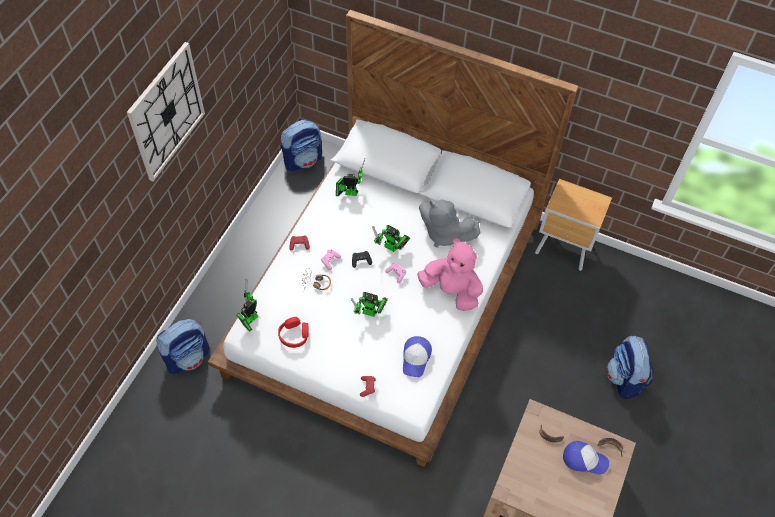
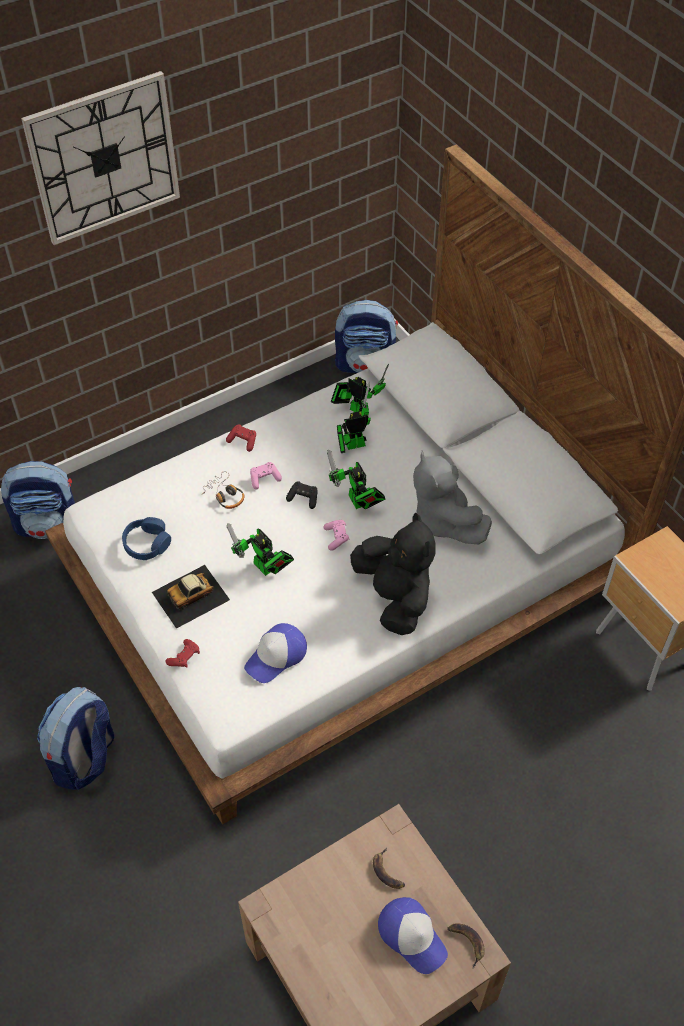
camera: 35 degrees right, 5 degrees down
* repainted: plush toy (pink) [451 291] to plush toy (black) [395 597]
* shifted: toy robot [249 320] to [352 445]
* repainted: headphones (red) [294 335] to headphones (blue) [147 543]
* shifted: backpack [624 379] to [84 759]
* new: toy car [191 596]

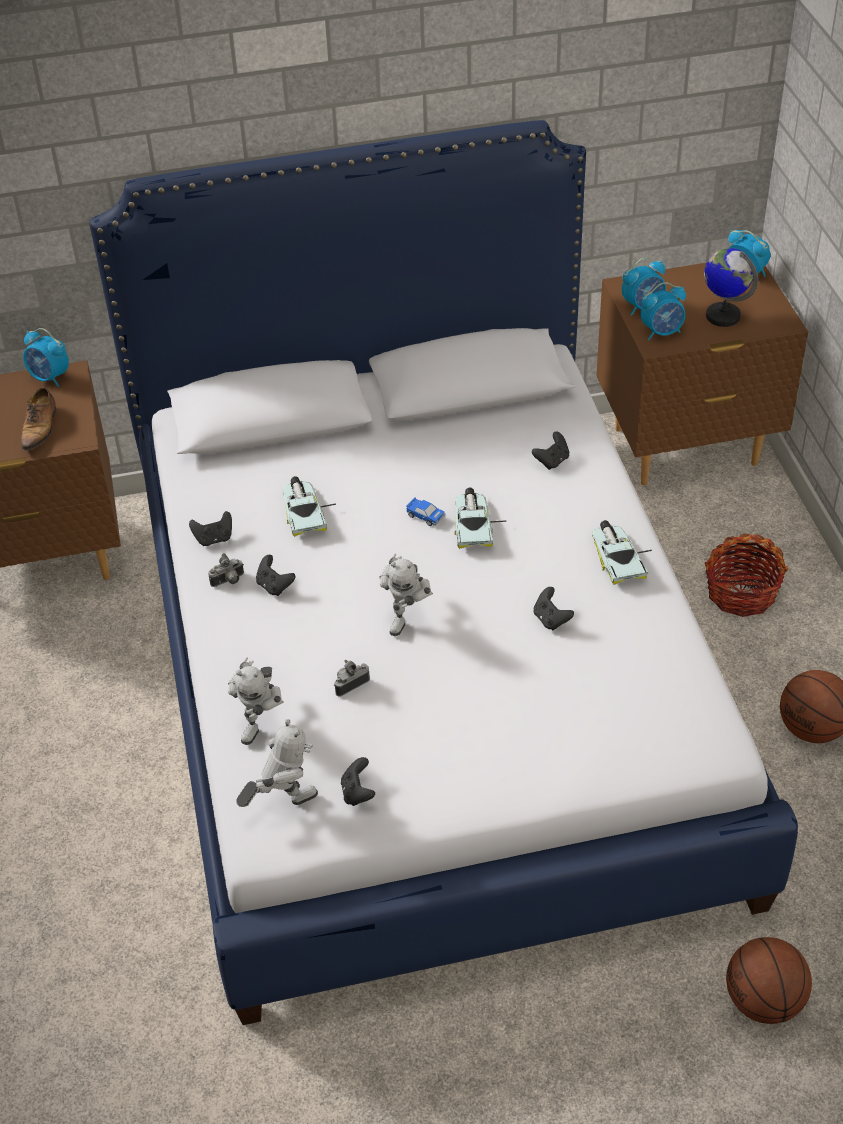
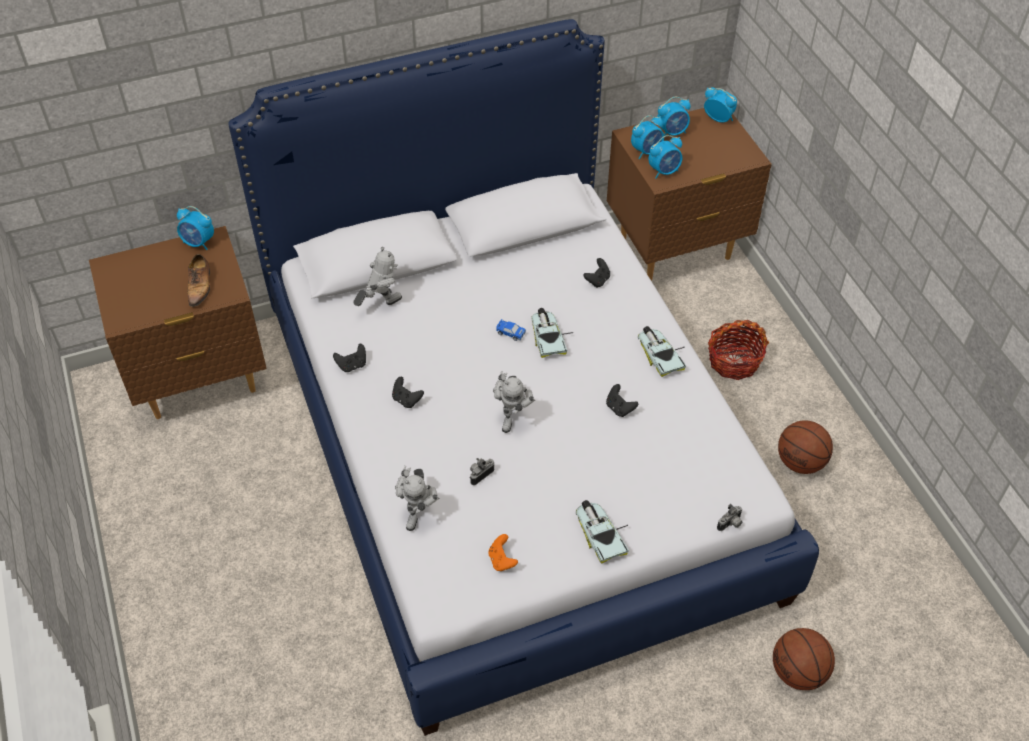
camera: 10 degrees left, 5 degrees up
* gone: globe [723 316]
* shifted: toy car [304 511] to [600 533]
* shifted: photo camera [229 581] to [730 524]
* shifted: toy robot [283 801] to [380 304]
* repainted: game controller (black) [357 793] to game controller (orange) [502 560]
* new: alarm clock [672 132]

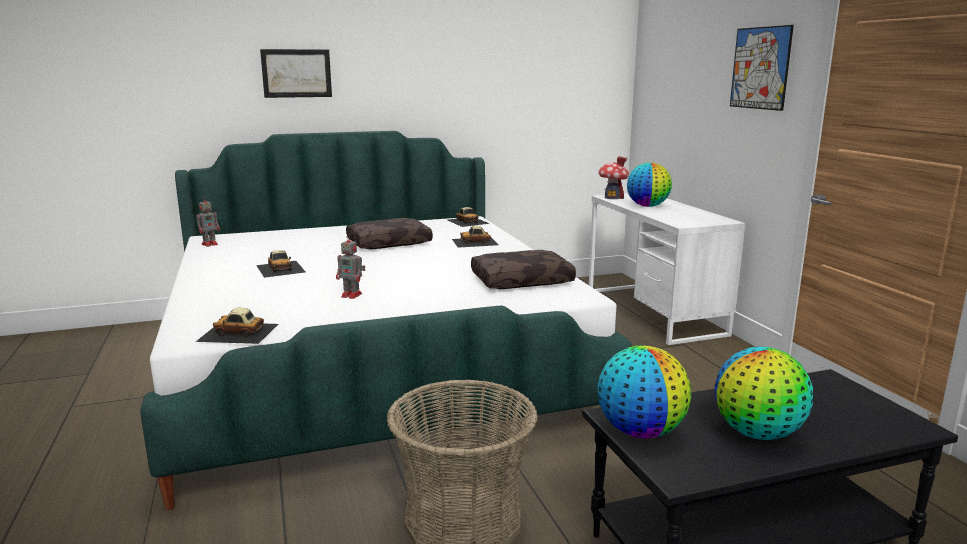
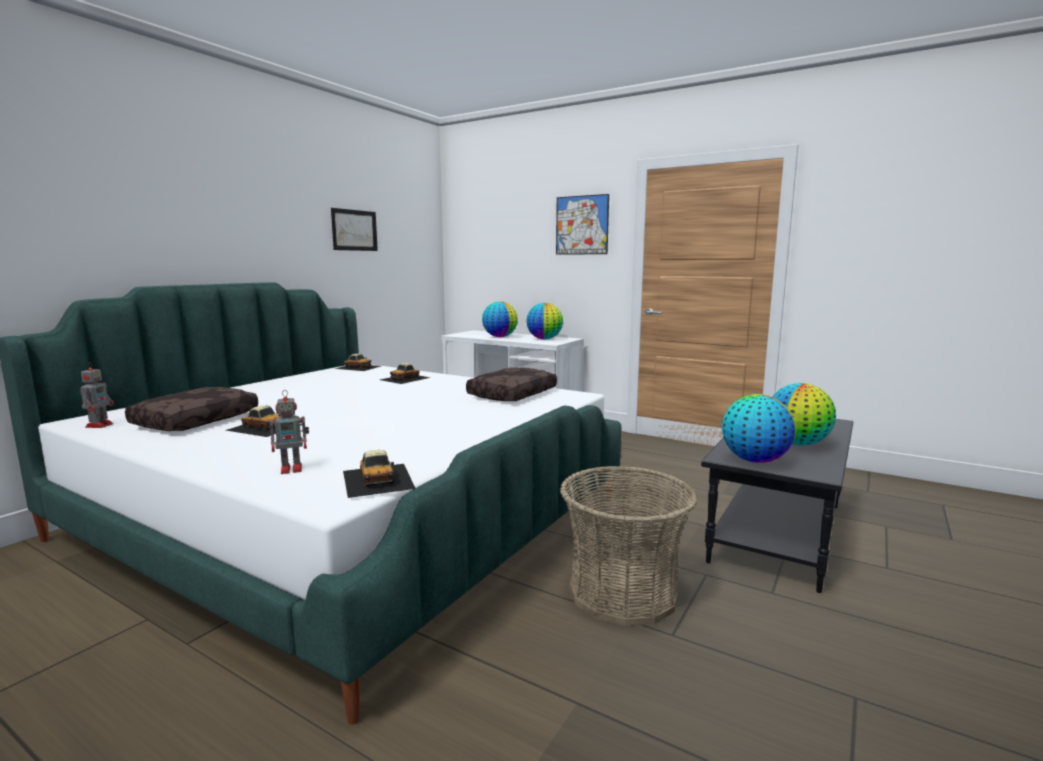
camera: 40 degrees left, 5 degrees down
* shifted: picture [296 73] to [354 230]
* gone: toy house [612 197]
* shifted: pillow (brown) [389 243] to [196 420]
* shifted: toy robot [352 295] to [293 469]
* rotated: toy car [238 332] = [378 479] 75 degrees counterclockwise
* new: globe [544 339]

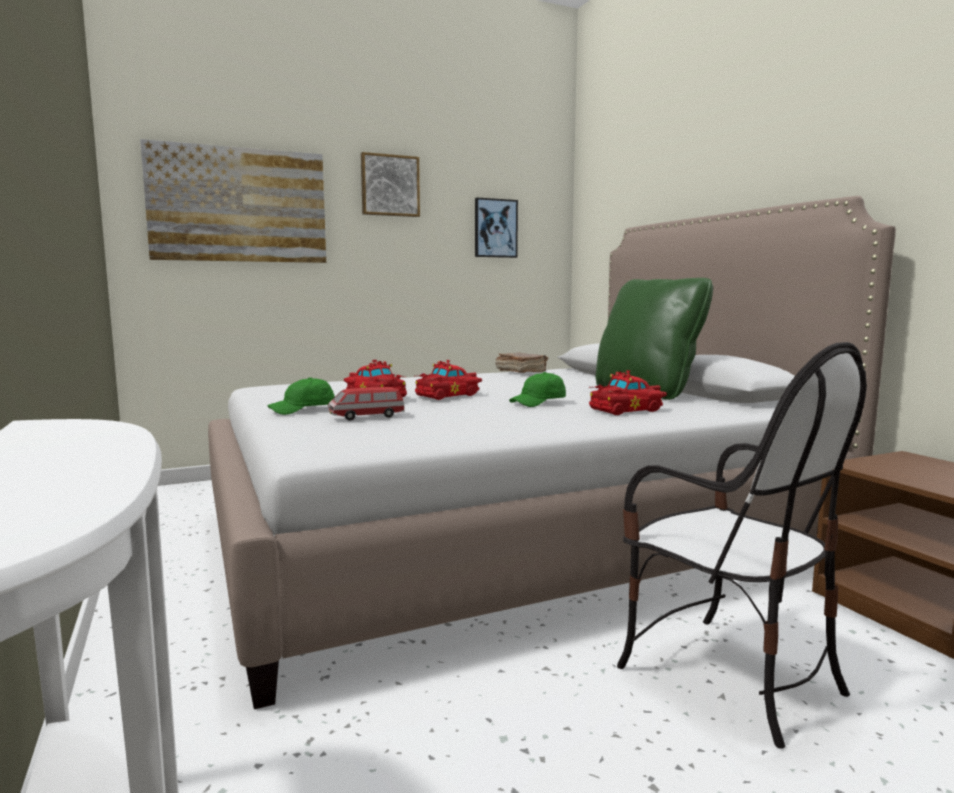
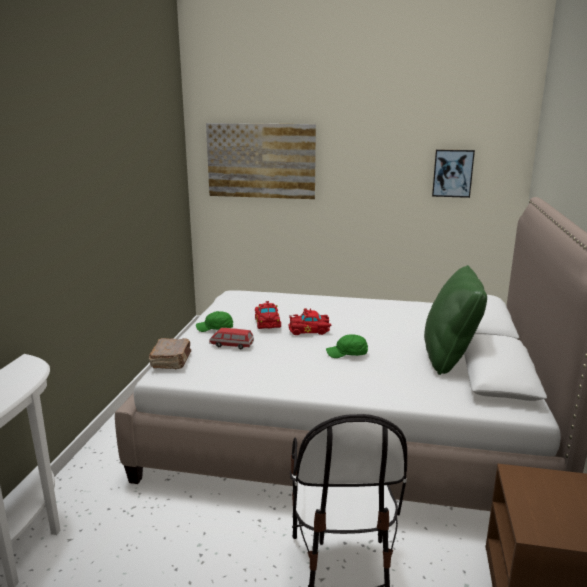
camera: 35 degrees right, 10 degrees up
* gone: picture [389 186]
* shifted: book (brown) [520 372] to [172 361]
* gone: toy car (red) [627 410]

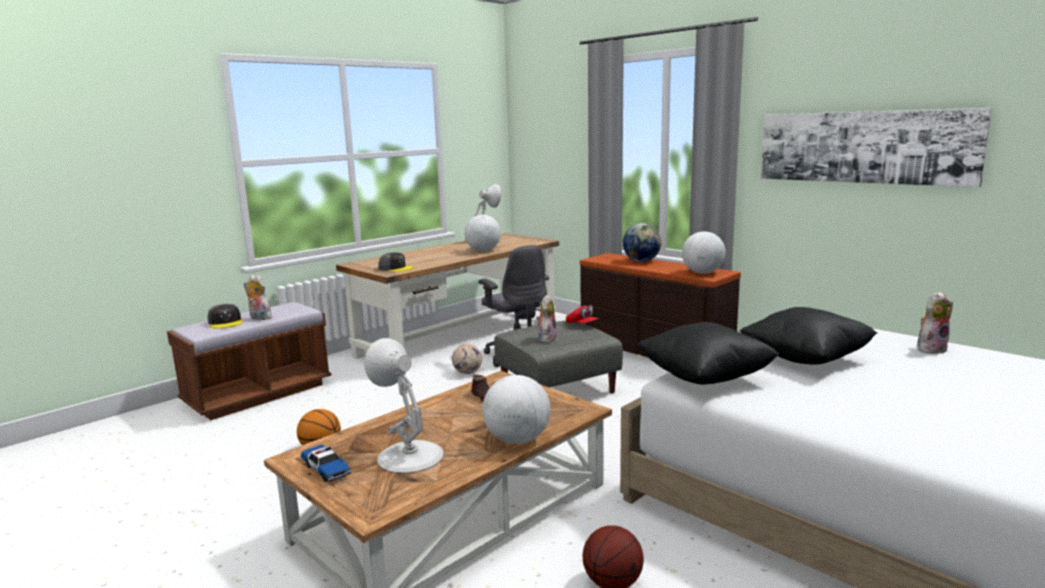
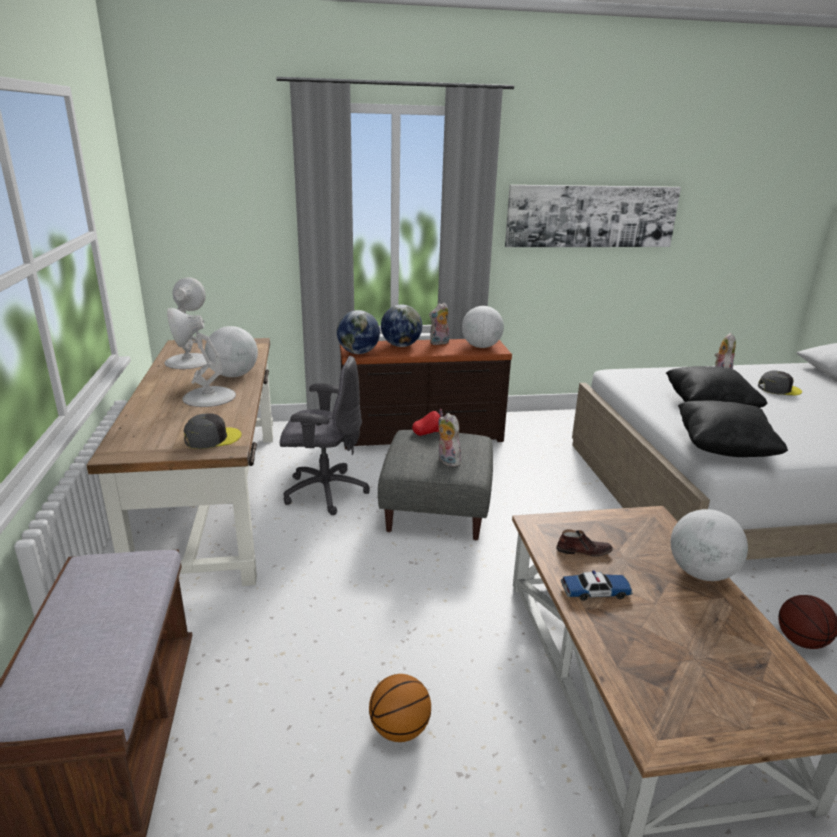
camera: 55 degrees left, 10 degrees up
* shifted: plush toy [259 318] to [439 343]
* shifted: cap (grey) [226 322] to [778 389]
* shifted: table lamp (white) [409 456] to [208 397]
* gone: football [468 372]
* shifted: toy car [326 469] to [595 592]
* new: globe [358 353]

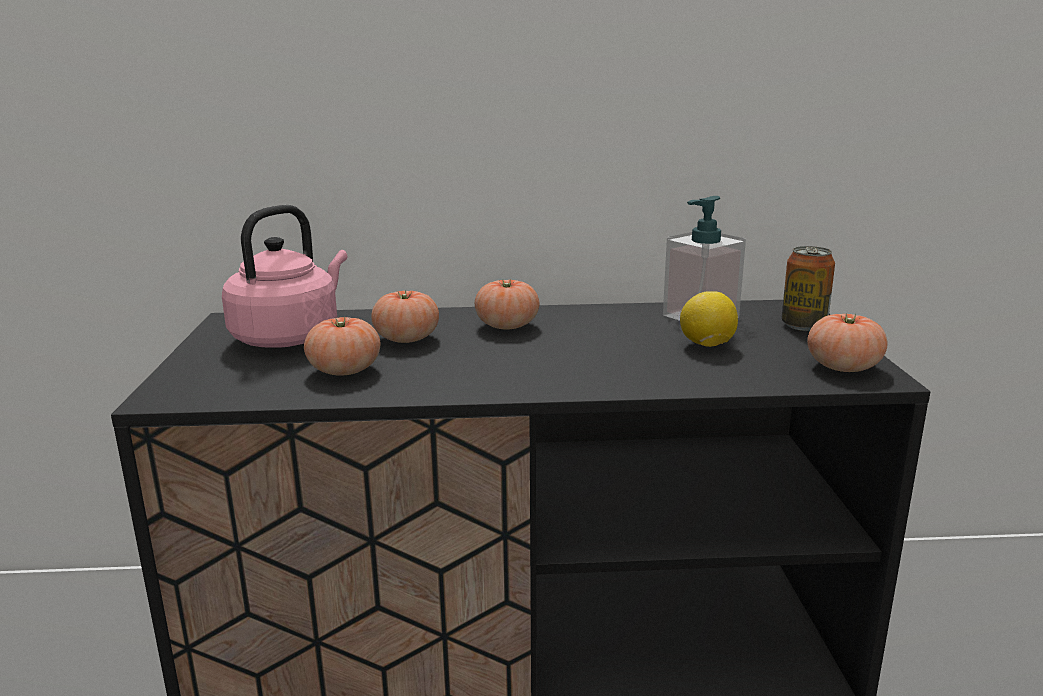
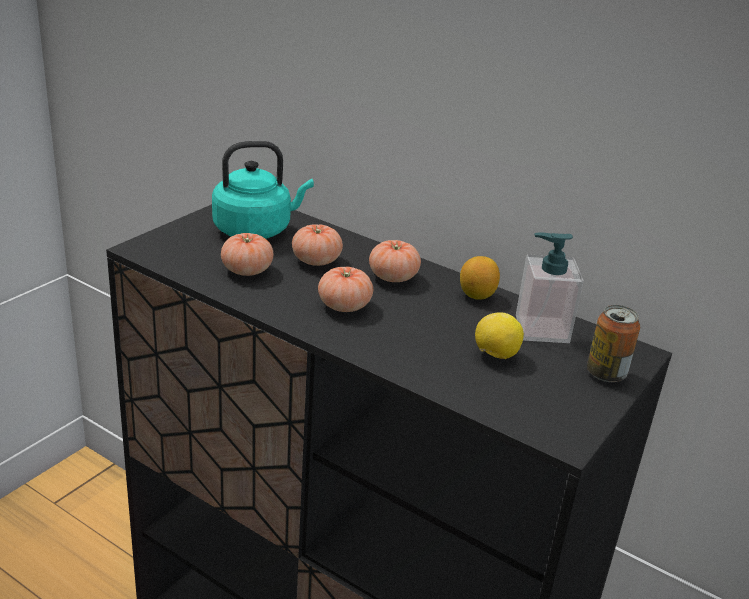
camera: 35 degrees right, 10 degrees up
* repainted: kettle (pink) [290 337] to kettle (turquoise) [256 230]
* shifted: tomato [843 367] to [344 306]
* new: lemon [476 295]

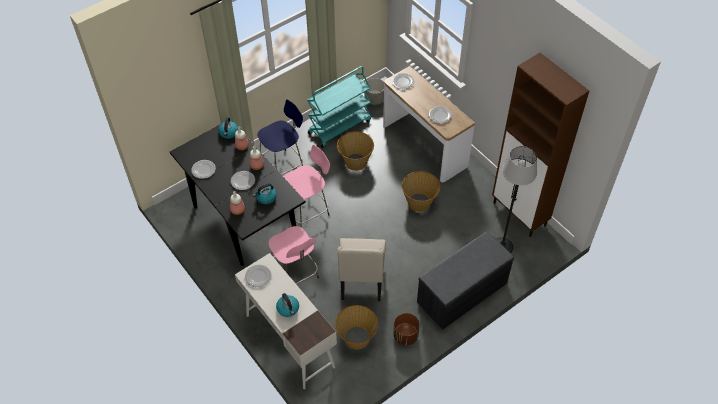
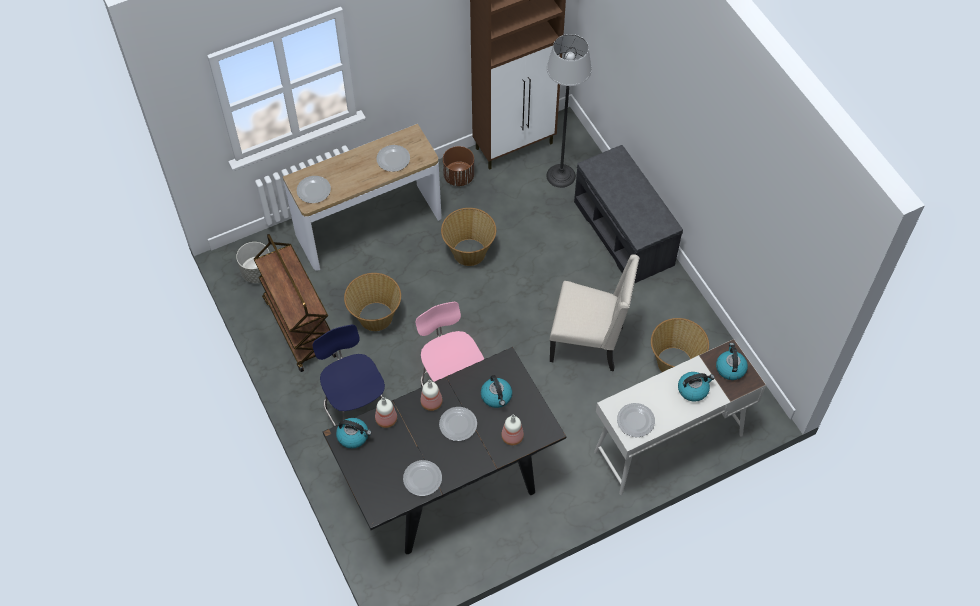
camera: 80 degrees left, 5 degrees up
* repainted: cart (turquoise) [339 126] to cart (brown) [299 327]
* gone: stool (pink) [295 274]
* shifted: planter (brown) [405 336] to [459 176]
* new: kettle [730 368]

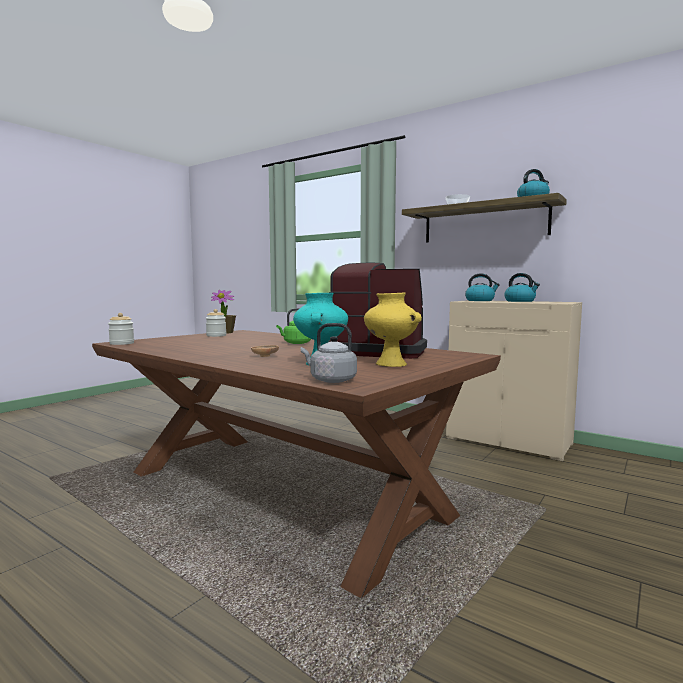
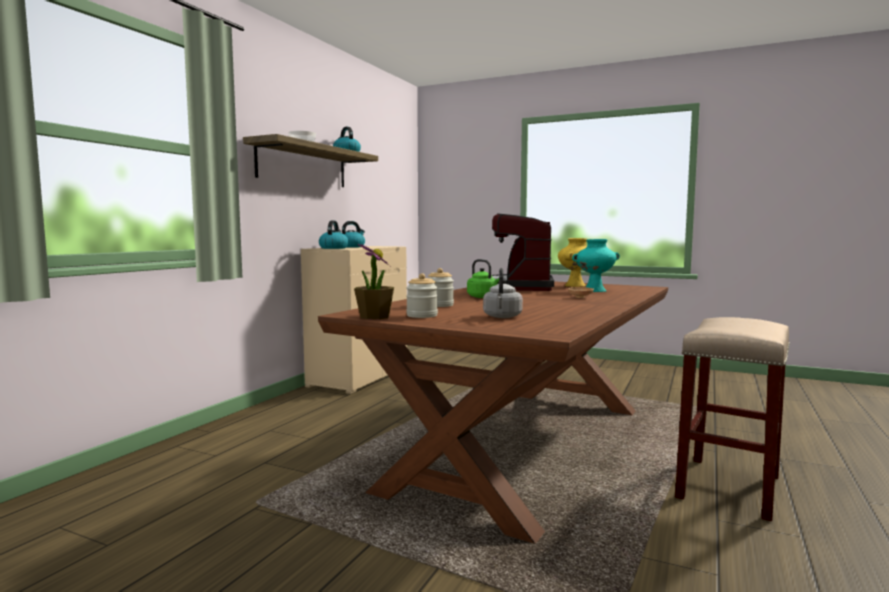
camera: 100 degrees left, 0 degrees up
* shifted: jar [122 343] to [440 305]
* shifted: kettle (grey) [330 380] to [502 317]
* new: stool (beige) [729 488]

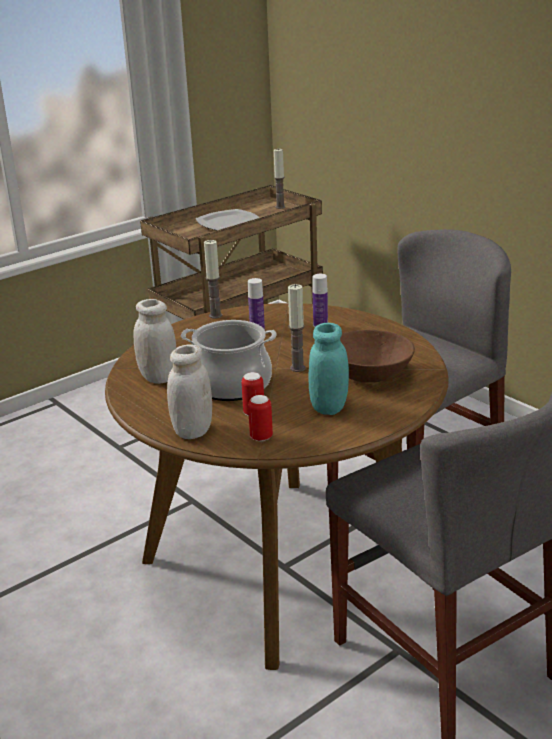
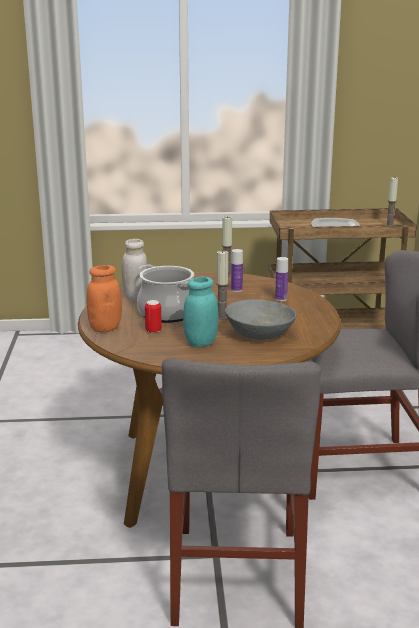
camera: 35 degrees right, 5 degrees down
* repainted: bowl (brown) [369 375] to bowl (grey) [259 335]
* repainted: jar (white) [192 431] to jar (orange) [105 328]
* gone: can [261 437]

